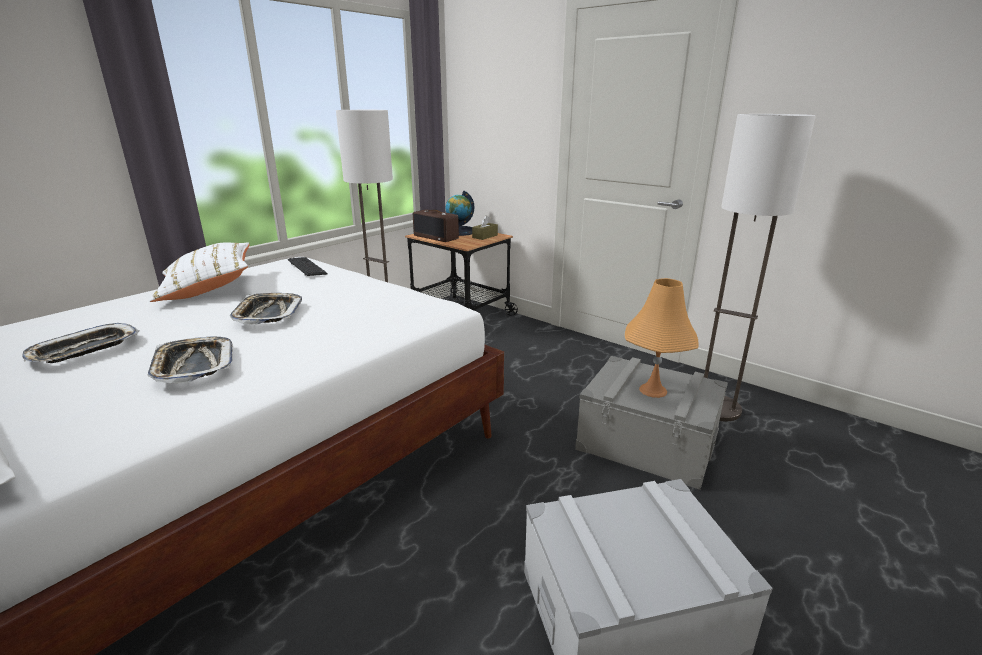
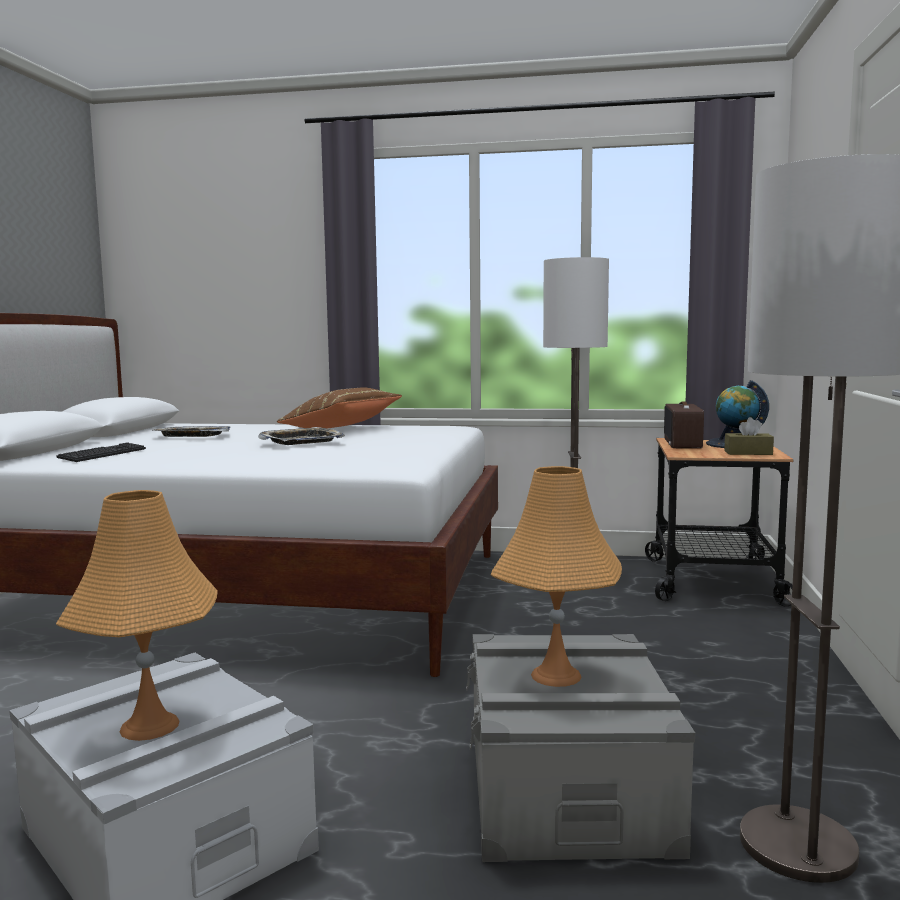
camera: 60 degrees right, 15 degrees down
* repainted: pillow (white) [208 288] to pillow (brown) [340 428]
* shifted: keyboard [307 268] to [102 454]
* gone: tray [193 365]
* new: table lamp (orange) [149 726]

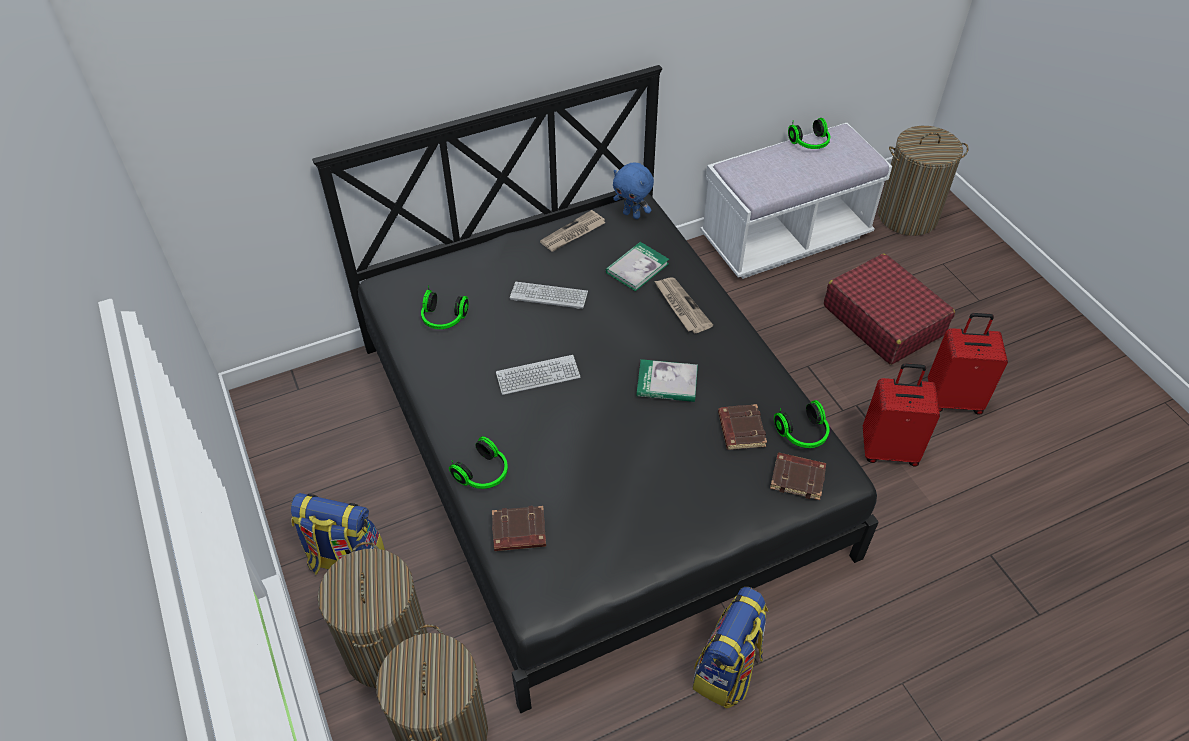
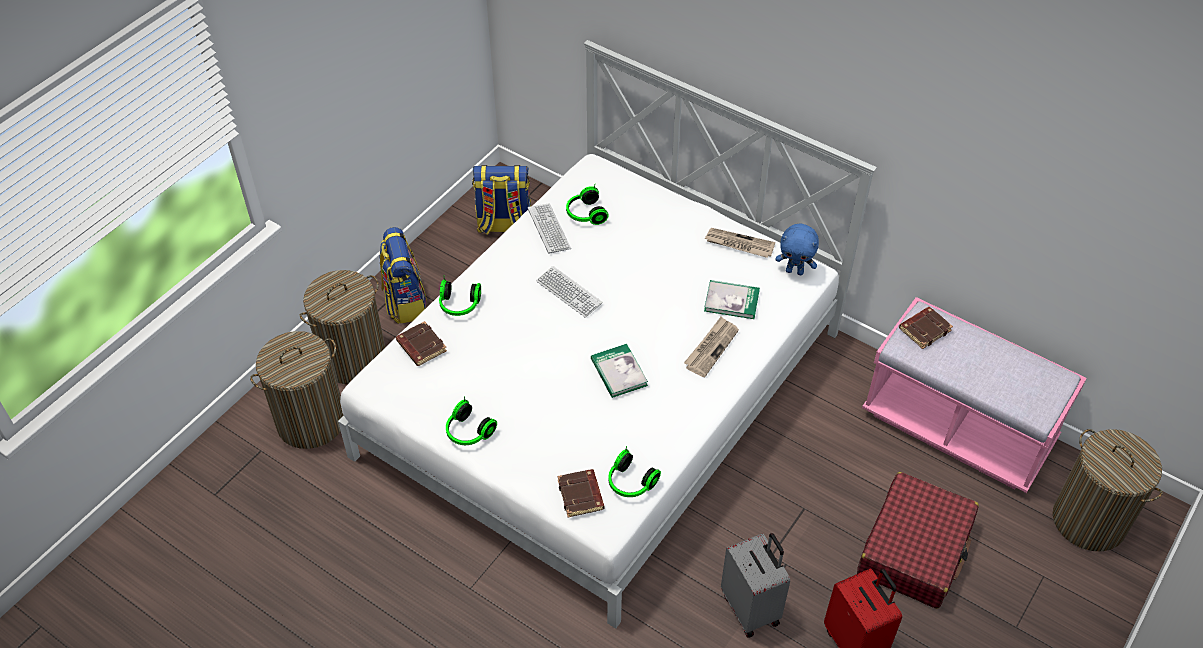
camera: 60 degrees right, 0 degrees up
* repainted: bed (black) [593 446] to bed (white) [600 393]
* shifted: headphones [810 143] to [468 432]
* repainted: bench (white) [785 238] to bench (pink) [957 428]
* rotated: plush toy (blue) [632 215] = [795 271] 75 degrees counterclockwise
* shifted: keyboard [549 296] to [549 229]
* repainted: suitcase (red) [889 449] to suitcase (grey) [752 608]
* shifted: book (brown) [740 429] to [924 329]
* shifted: backpack [727 671] to [504 225]

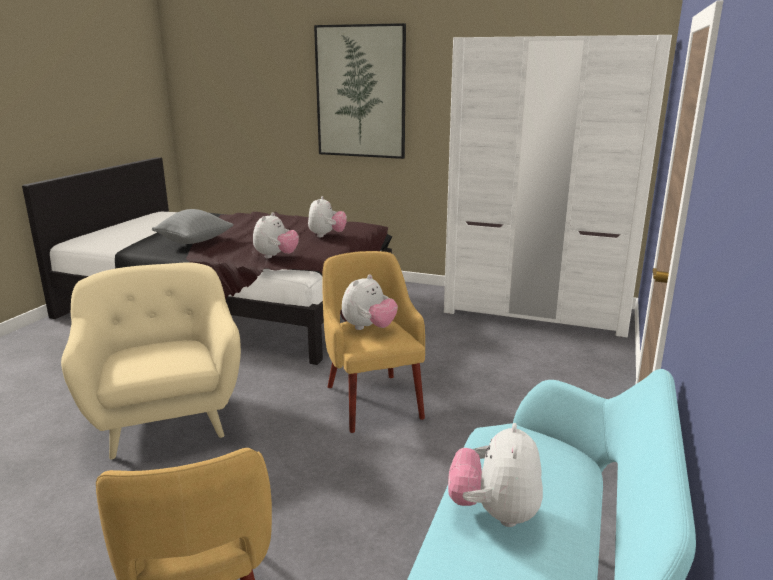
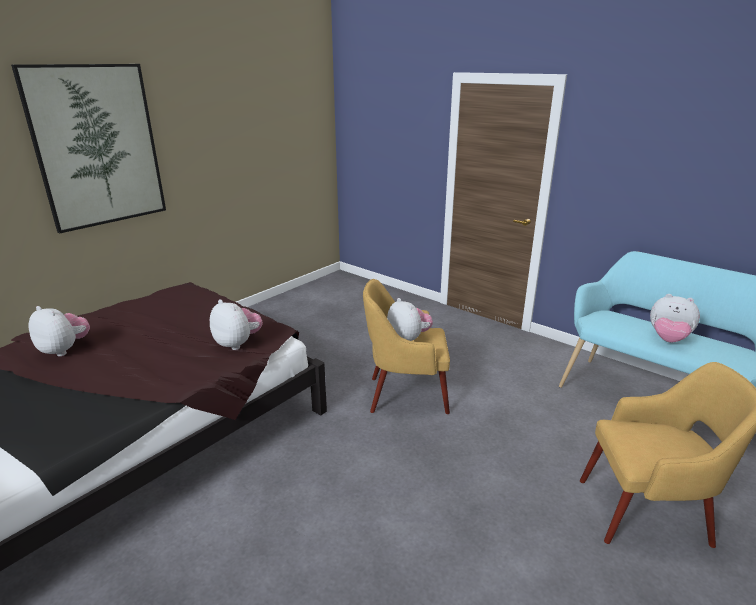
camera: 70 degrees left, 5 degrees up
* gone: wardrobe (white) [536 311]
* shifted: plush toy [326 235] to [65 350]
* gone: pillow (grey) [194 242]
* gone: armchair (beige) [166 418]

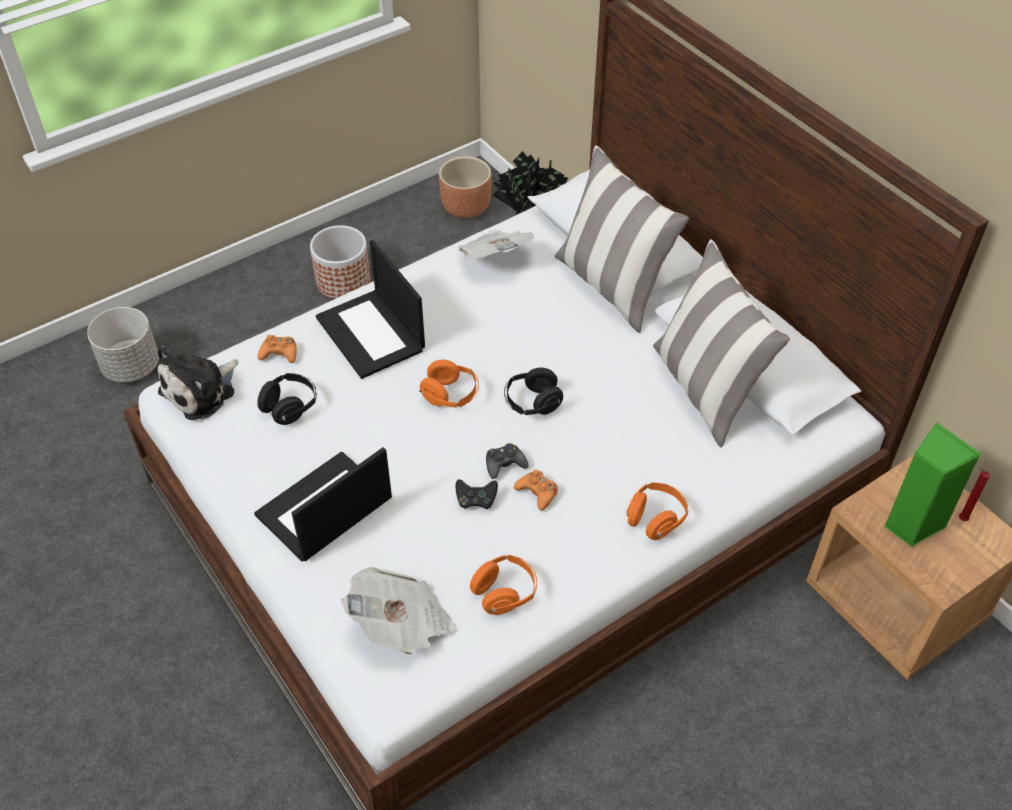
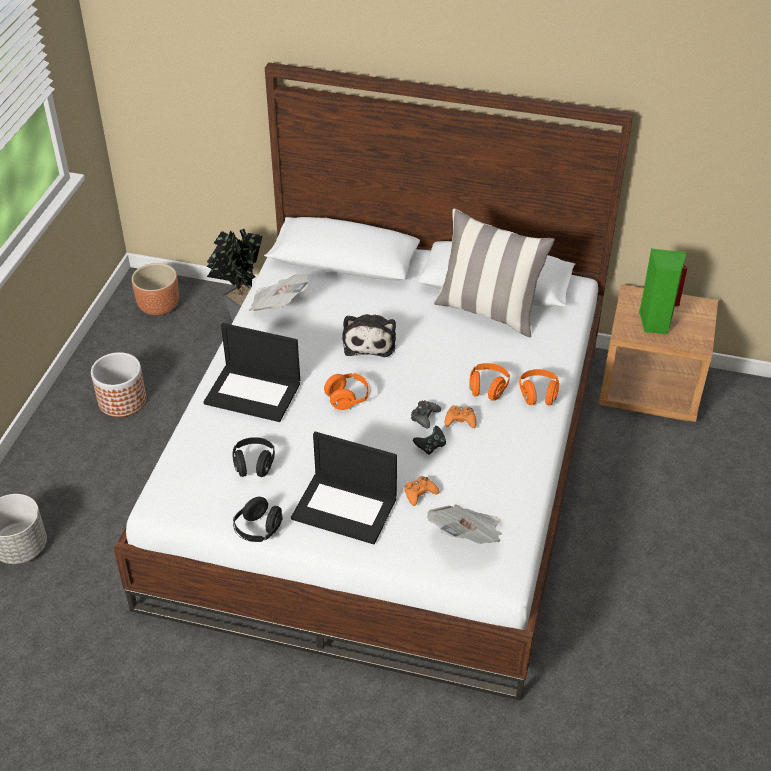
camera: 40 degrees left, 5 degrees down
* gone: pillow [612 286]
* shifted: game controller (orange) [279 353] to [419 493]
* shifted: plush toy [201 391] to [369 341]
* shifted: headphones (black) [532 403] to [258 530]
* rotated: laptop [324 509] = [346 508] 75 degrees counterclockwise
* shifted: headphones (orange) [504 593] to [488 388]

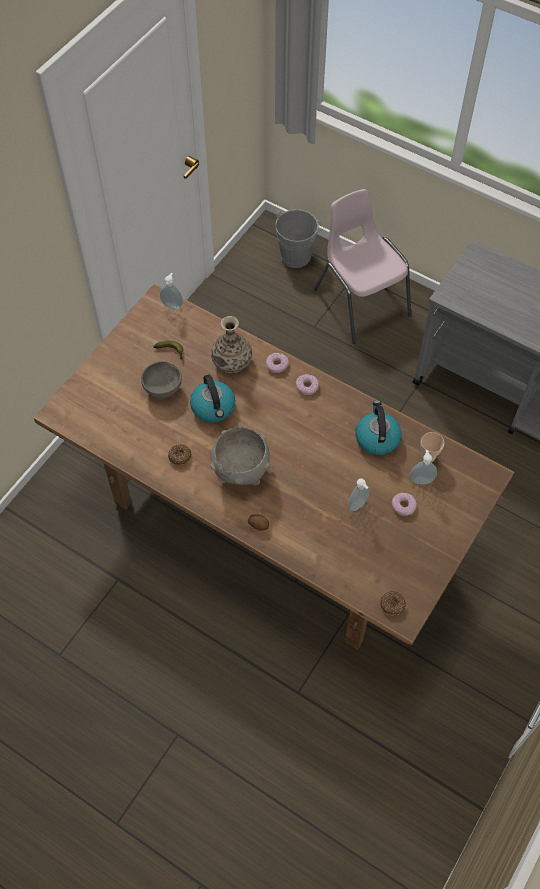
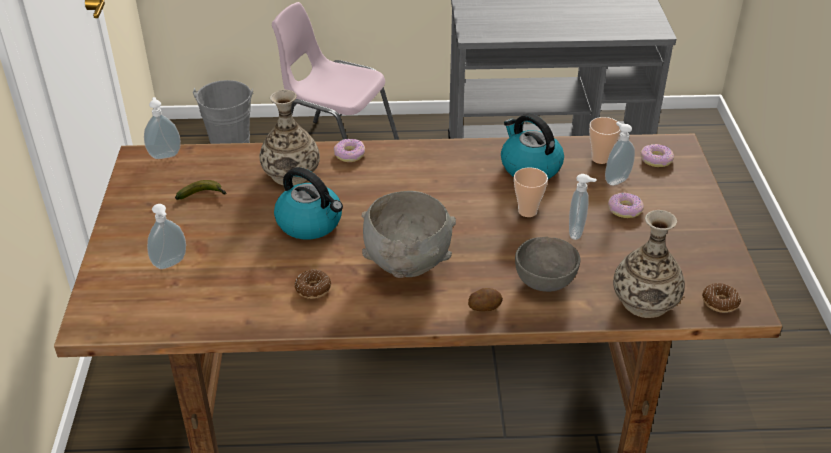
camera: 35 degrees left, 20 degrees down
* shifted: bowl (grey) [163 389] to [546 282]
* shifted: donut [307 386] to [656 160]
* new: cup [527 211]
* new: soap dispenser [171 264]
* new: vase [644 301]

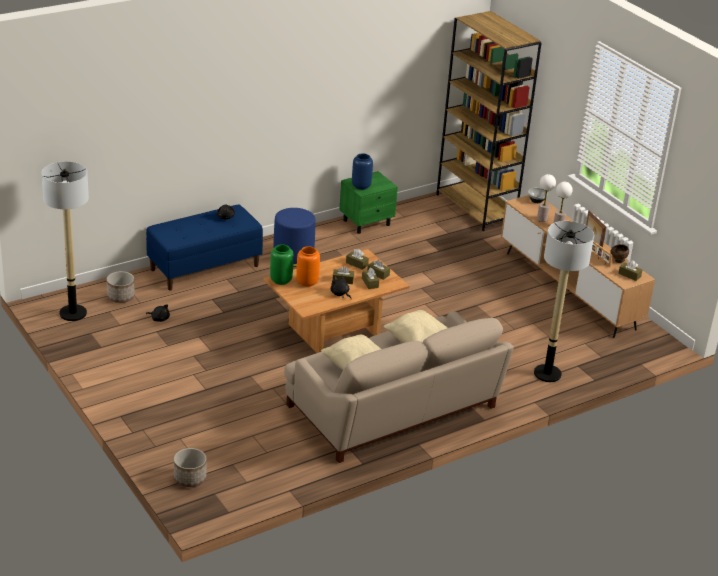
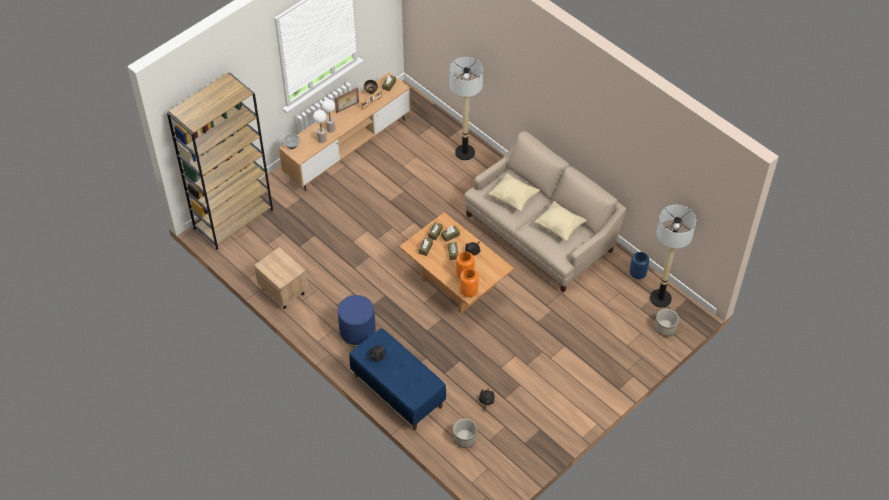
camera: 100 degrees left, 20 degrees up
* shifted: vase (blue) [361 186] to [637 274]
* shifted: floor lamp [72 313] to [660 298]
* repainted: nightstand (green) [367 222] to nightstand (beige) [283 291]
* repainted: vase (green) [281 280] to vase (orange) [469 291]

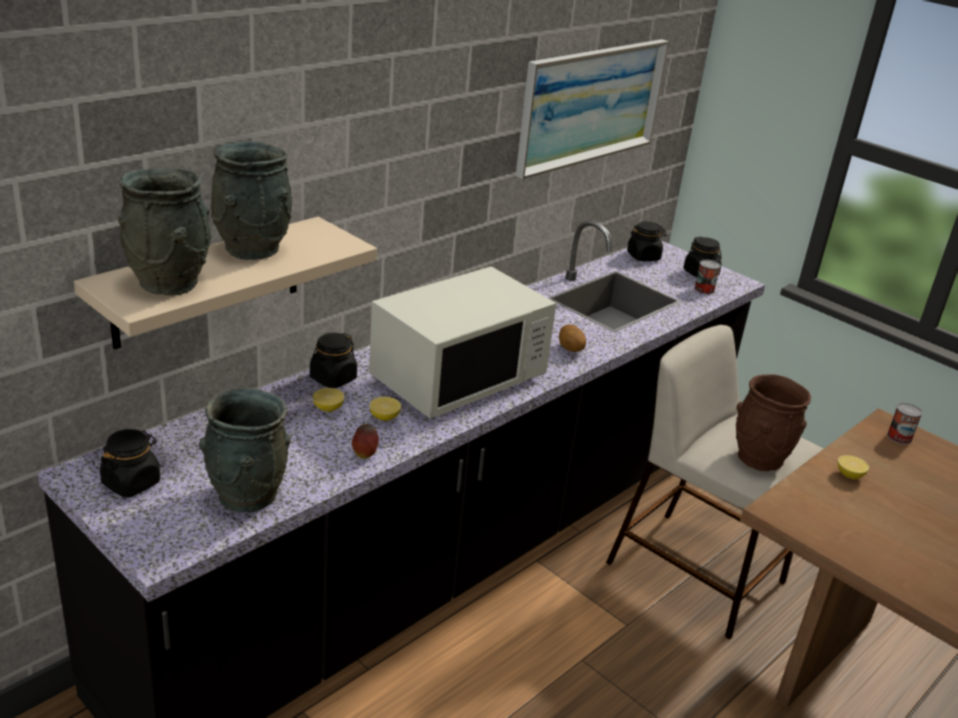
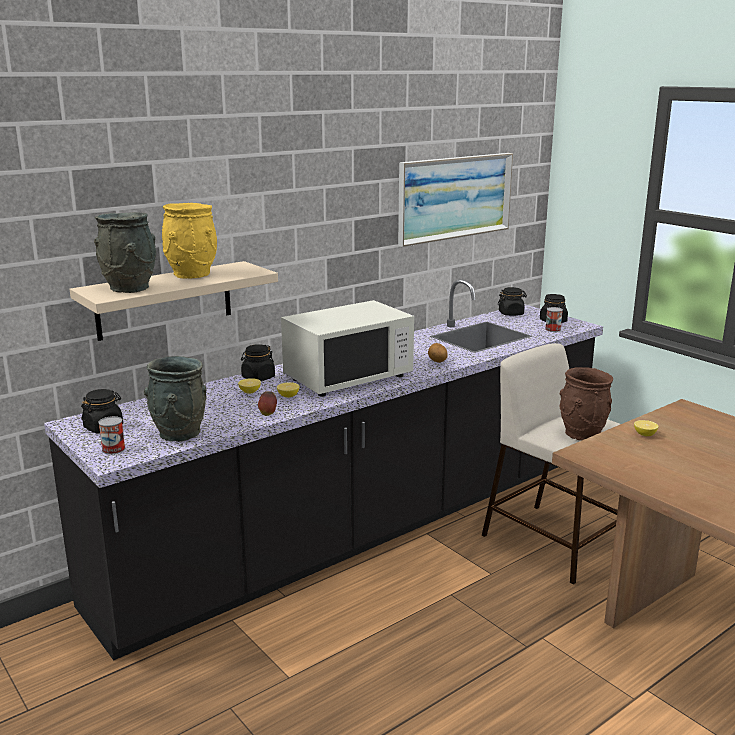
camera: 10 degrees right, 10 degrees down
* repainted: vase (grey) [253 249] to vase (yellow) [192 274]
* shifted: can [899 437] to [113 449]

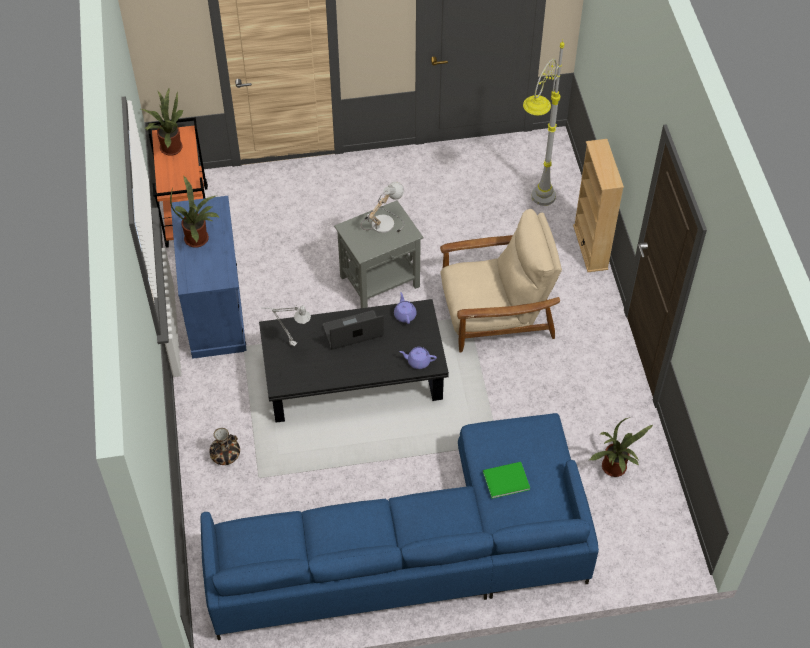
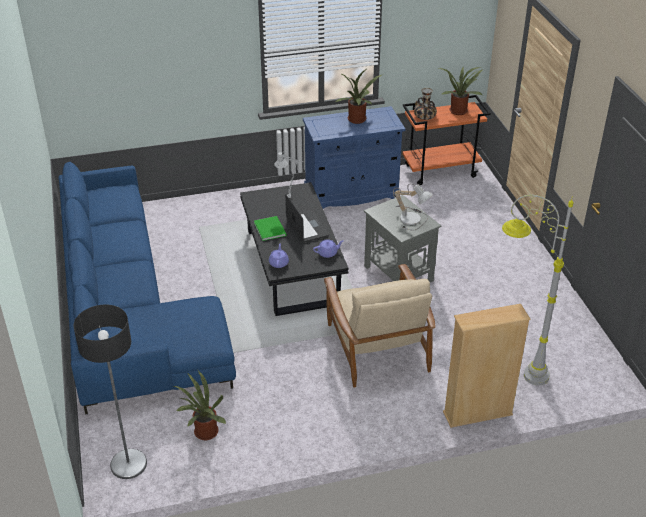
camera: 85 degrees right, 15 degrees down
* shifted: vase [225 455] to [424 116]
* shifted: book (green) [504 480] to [270 228]
* new: floor lamp [129 464]

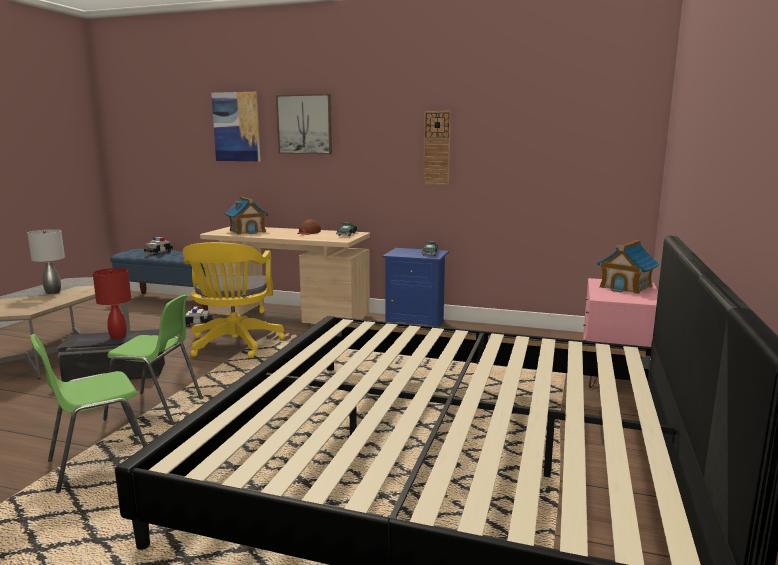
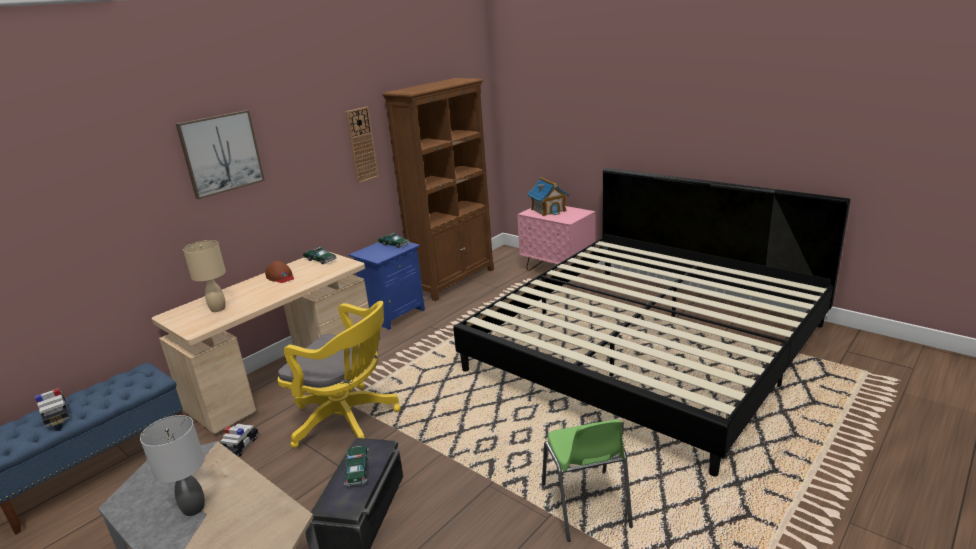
camera: 65 degrees left, 10 degrees up
* gone: picture [236 127]
* swapped: toy house [247 231] to table lamp (beige) [217 308]
* swapped: table lamp (red) [117 336] to toy car [357 470]
* gone: chair (green) [156 409]
* new: bookcase (brown) [454 280]

